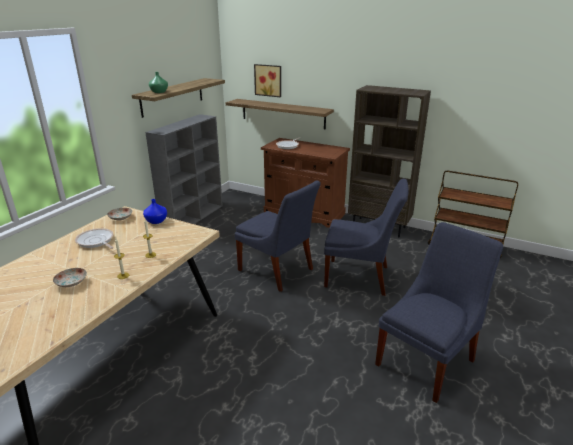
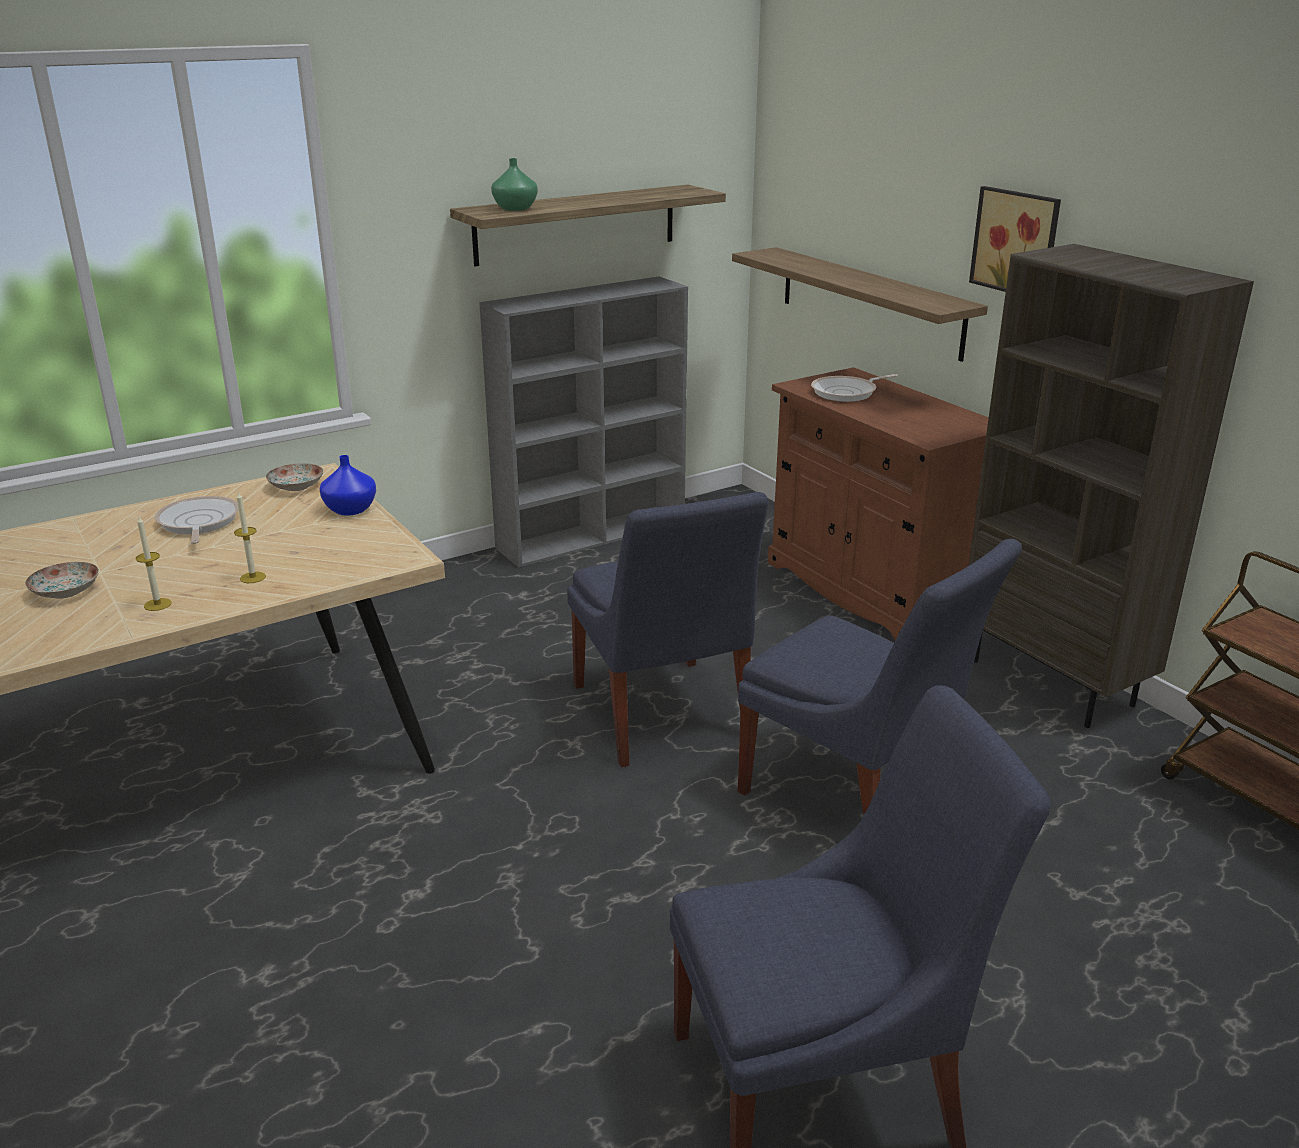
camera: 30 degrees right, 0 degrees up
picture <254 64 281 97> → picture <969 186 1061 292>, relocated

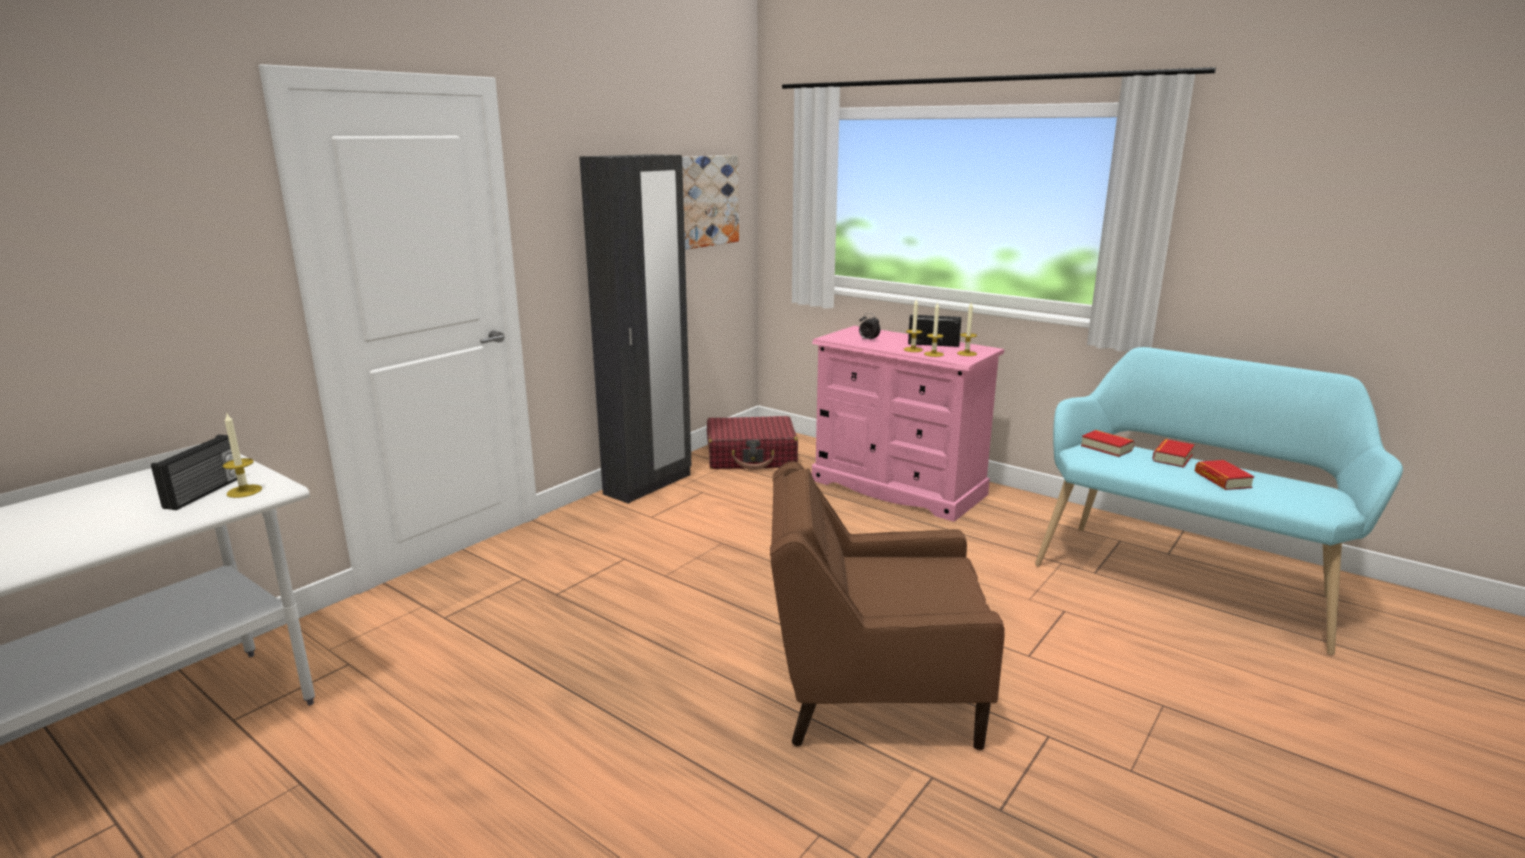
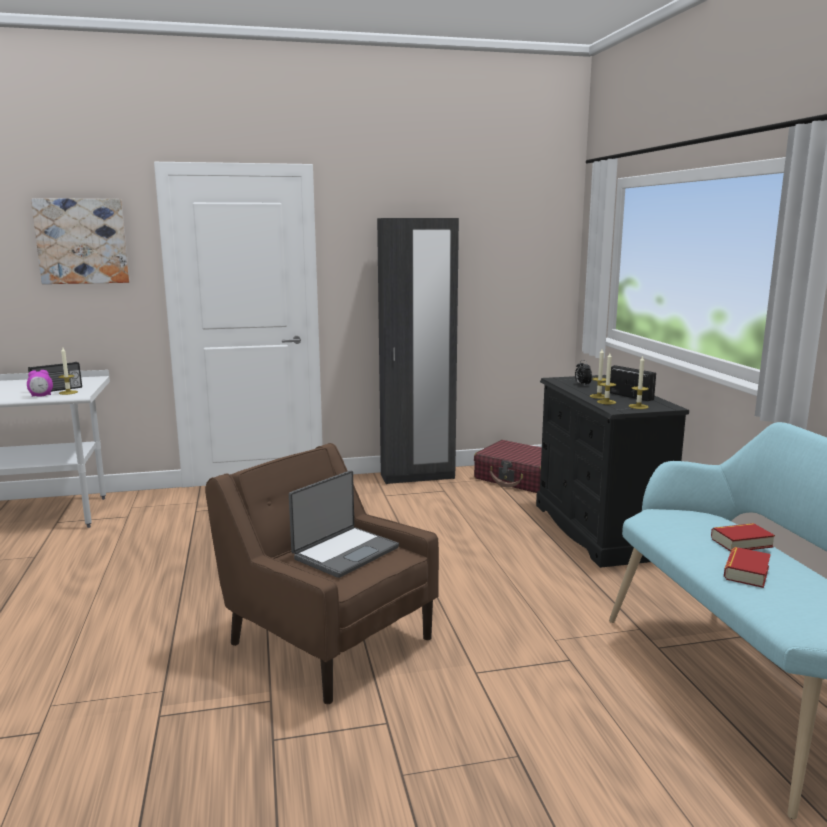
camera: 40 degrees right, 5 degrees down
book <1081 430 1134 457> → -
- → alarm clock <27 370 53 397>
- → laptop <289 471 399 578>
picture <682 155 739 250> → picture <31 198 130 284>, relocated
dresser (pink) <812 326 1004 522> → dresser (black) <536 375 689 568>

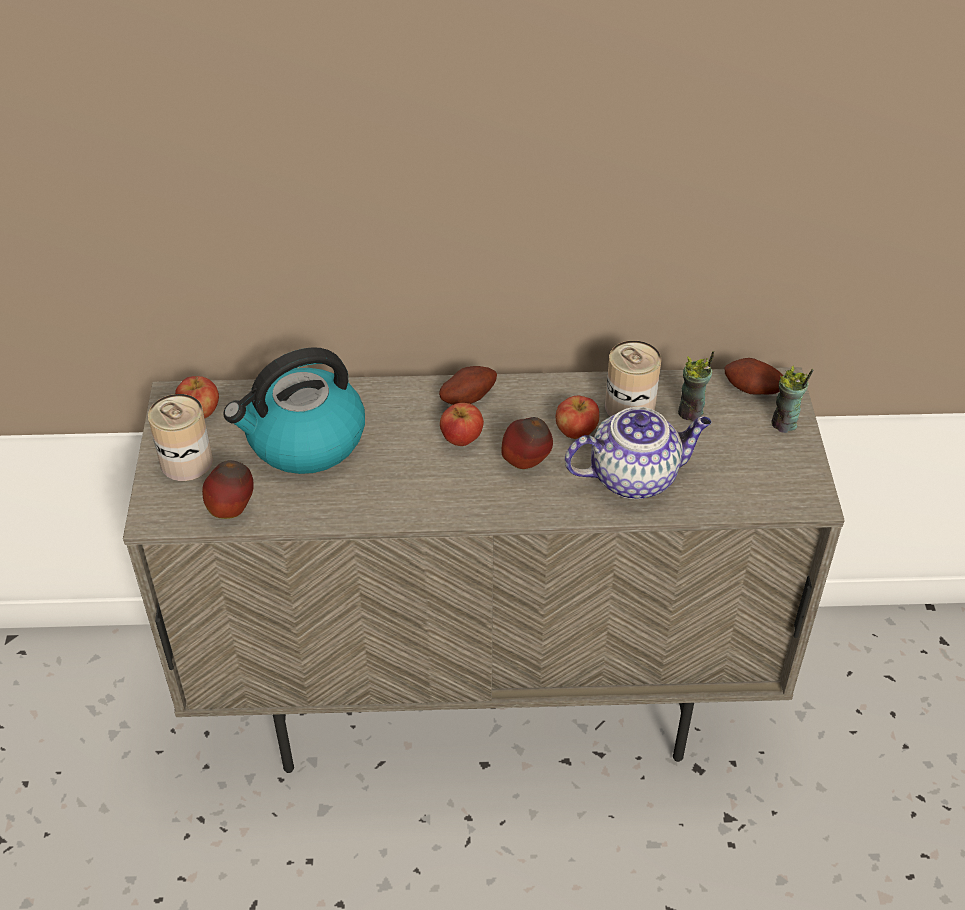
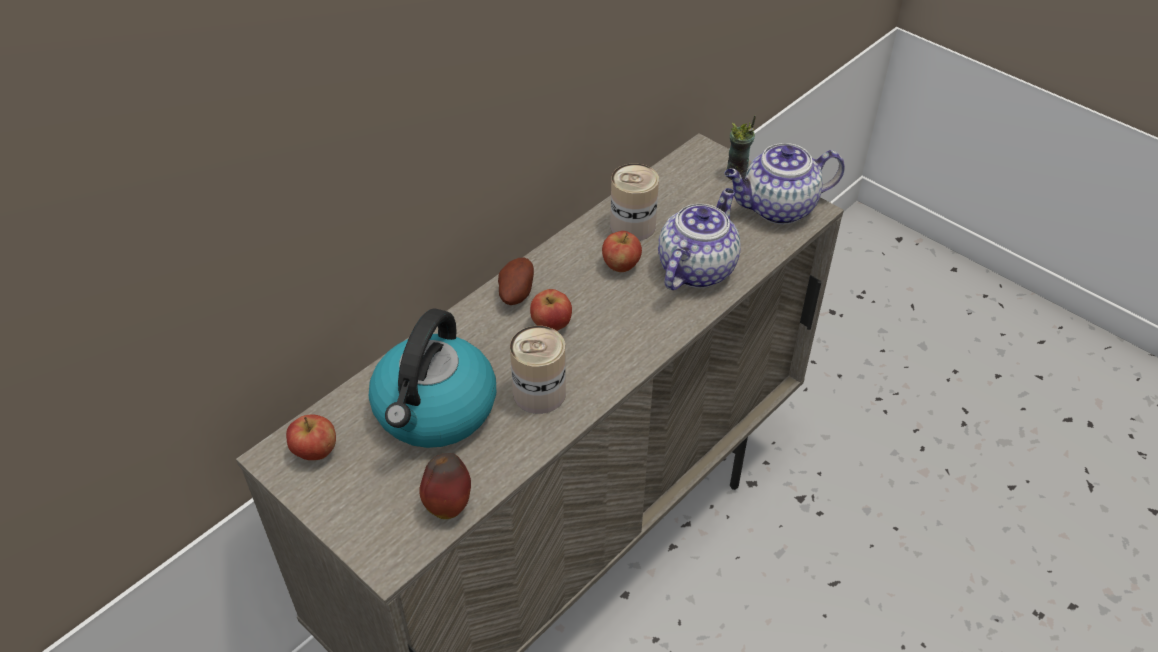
camera: 45 degrees left, 0 degrees up
apple <501 417 553 469> → -
cup <678 351 714 421> → -
potato <725 358 784 395> → -
- → teapot <724 143 845 224>
can <148 394 213 481> → can <510 326 566 414>, relocated

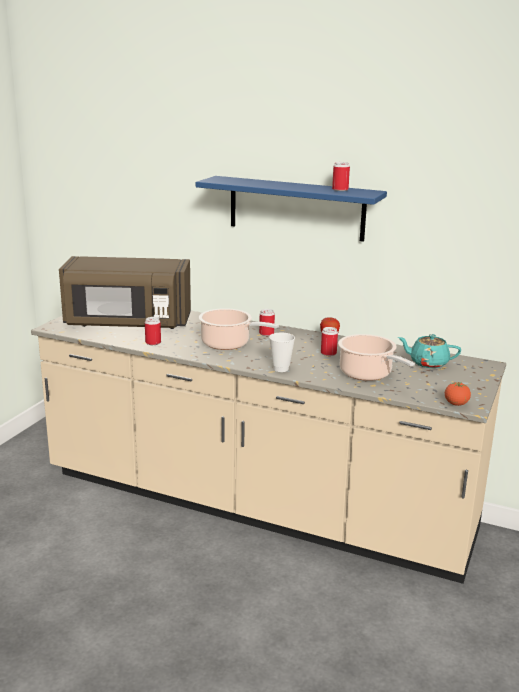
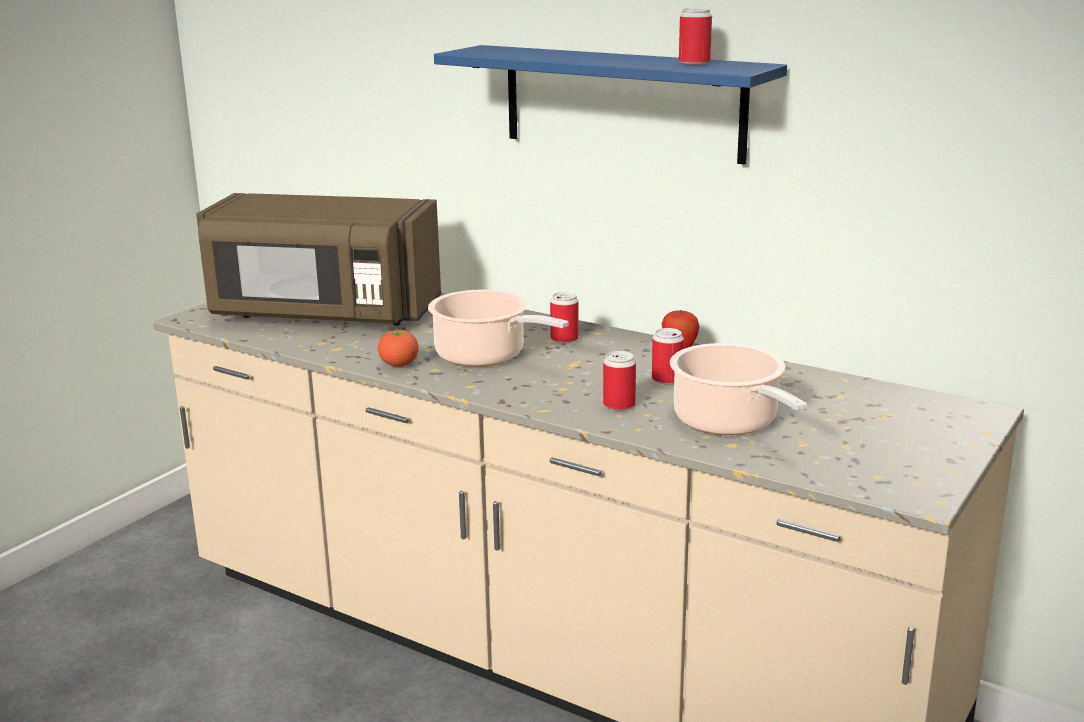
camera: 10 degrees right, 0 degrees up
cup <269 333 295 372> → -
teapot (turquoise) <398 334 461 368> → -
can <145 317 161 345> → can <603 351 636 410>, relocated
tomato <445 382 471 406> → tomato <378 329 419 367>, relocated

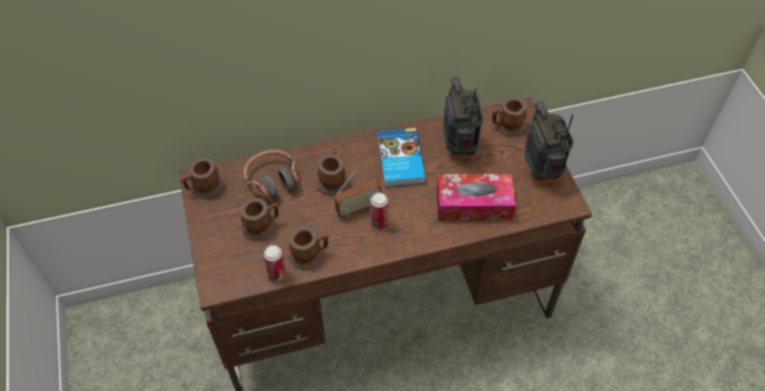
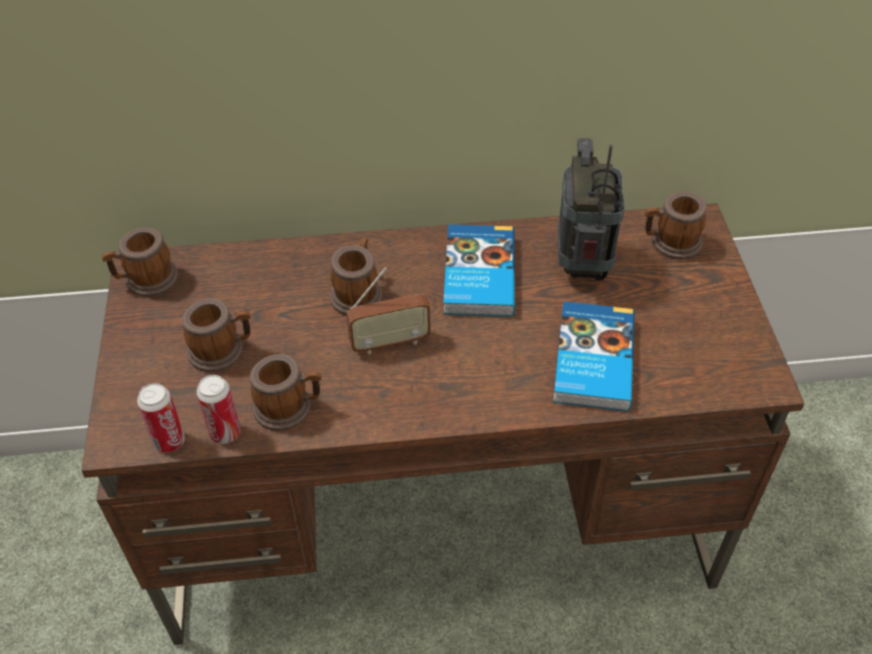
camera: 10 degrees right, 5 degrees down
headphones <244 150 299 201> → -
radio <524 101 574 180> → -
can <371 192 388 229> → can <137 383 185 452>, relocated
tissue box <436 174 516 221> → book <553 301 635 411>

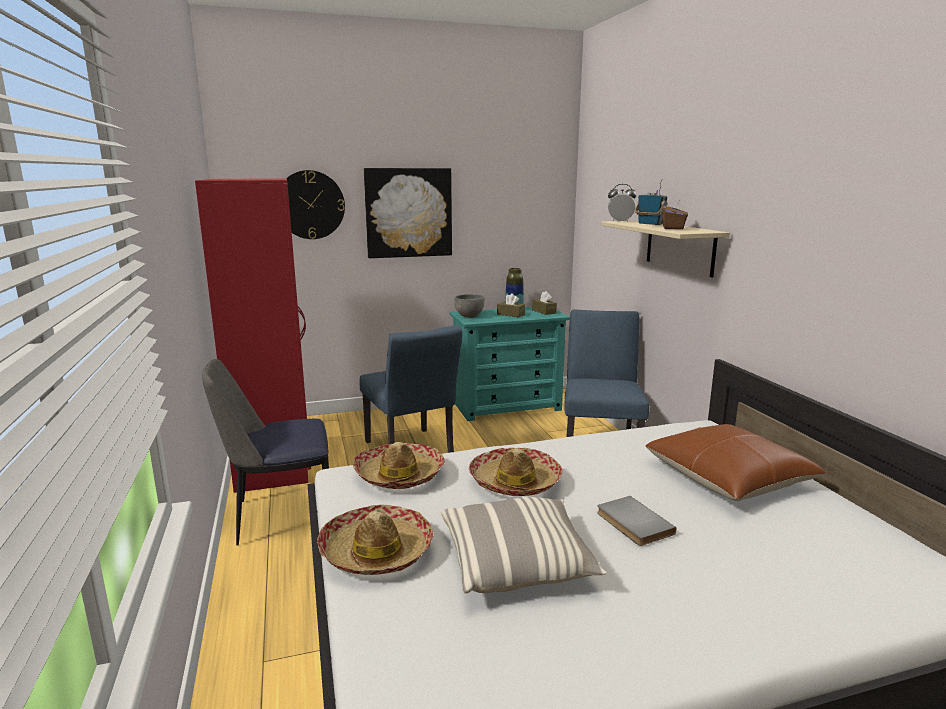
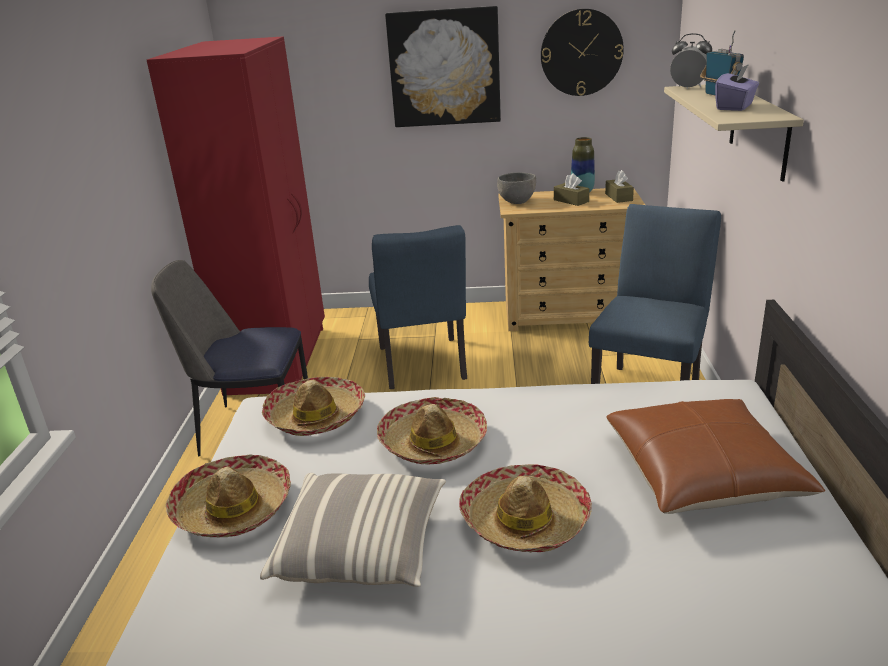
camera: 20 degrees right, 10 degrees up
wall clock <286 170 345 239> → wall clock <541 9 624 96>, relocated
book (grey) <597 496 676 546> → hat <459 464 592 552>
dresser (turquoise) <450 307 570 421> → dresser (beige) <498 188 645 331>
tissue box (brown) <662 200 688 229> → tissue box (purple) <715 64 759 111>

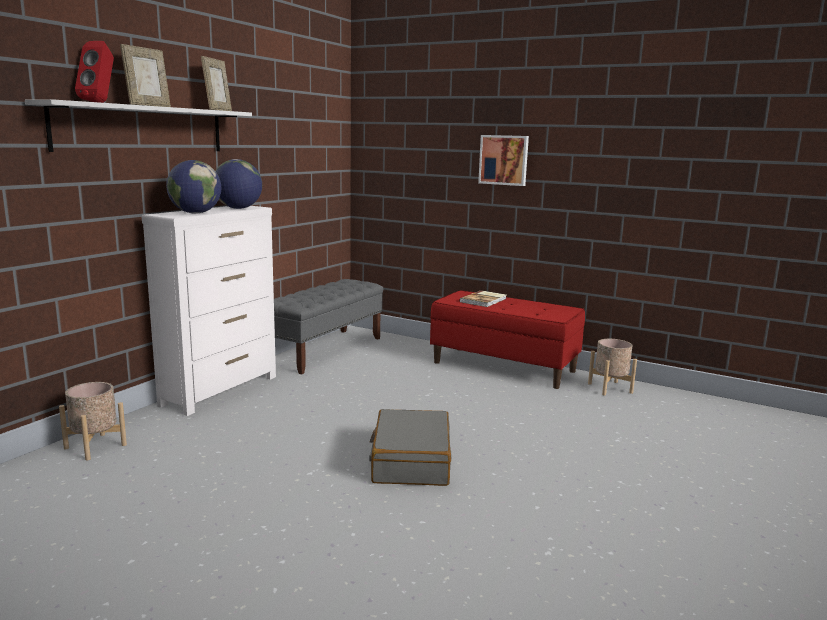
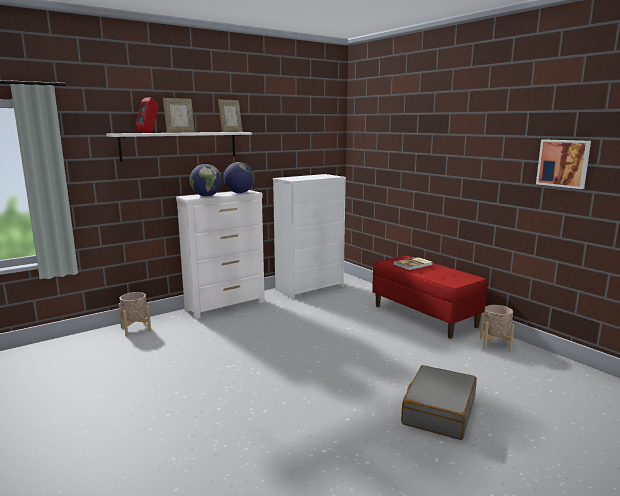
camera: 25 degrees right, 0 degrees up
suitcase (grey) <369 409 452 486> → suitcase (grey) <401 365 477 440>, relocated
picture <478 135 529 186> → picture <536 139 591 189>, relocated
bench (grey) <274 279 384 374> → dresser (white) <273 174 346 299>

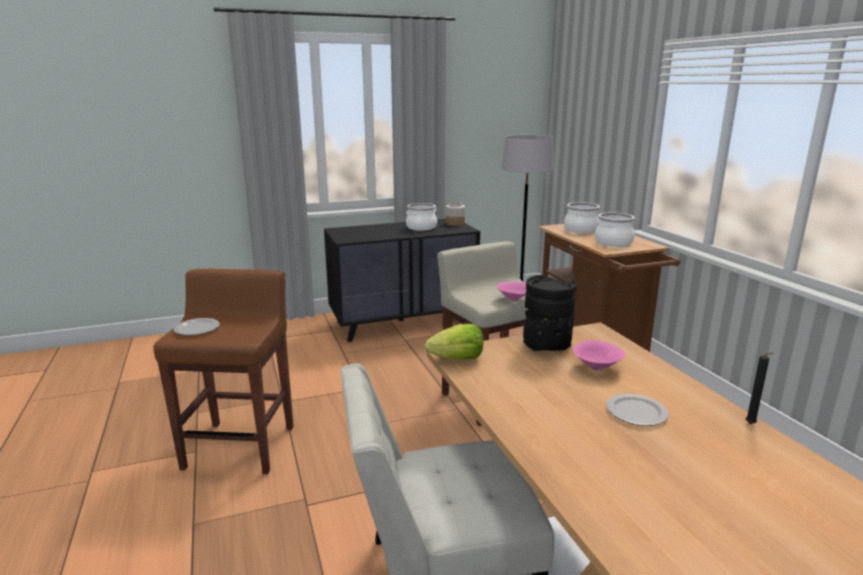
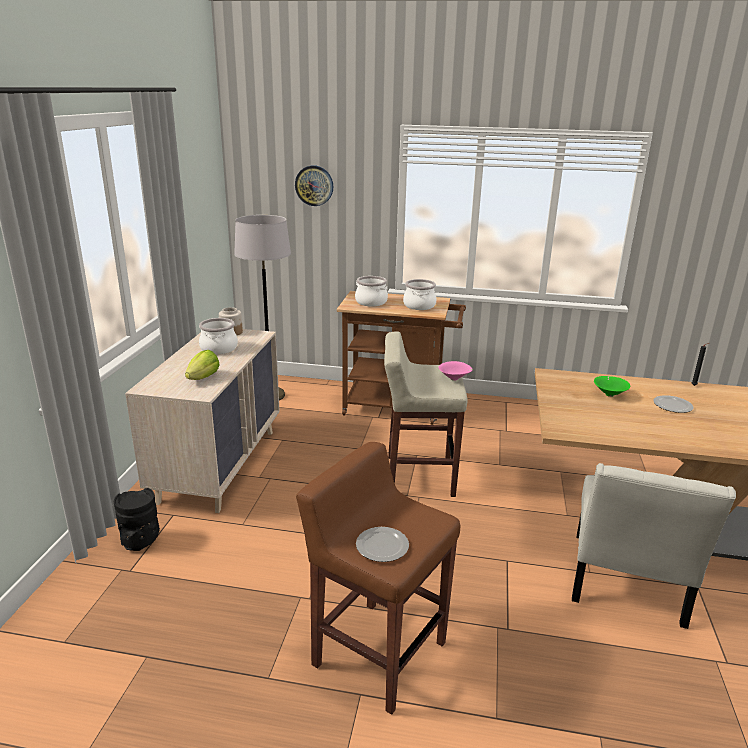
camera: 60 degrees left, 5 degrees up
- → wall clock <295 165 333 206>
lettuce <425 324 483 360> → lettuce <185 350 220 380>, relocated
vase (black) <523 275 577 351> → vase (black) <114 488 160 551>, relocated
dresser (black) <324 219 480 342> → dresser (beige) <125 329 280 513>
bowl (pink) <573 341 625 371> → bowl (green) <594 376 630 397>

